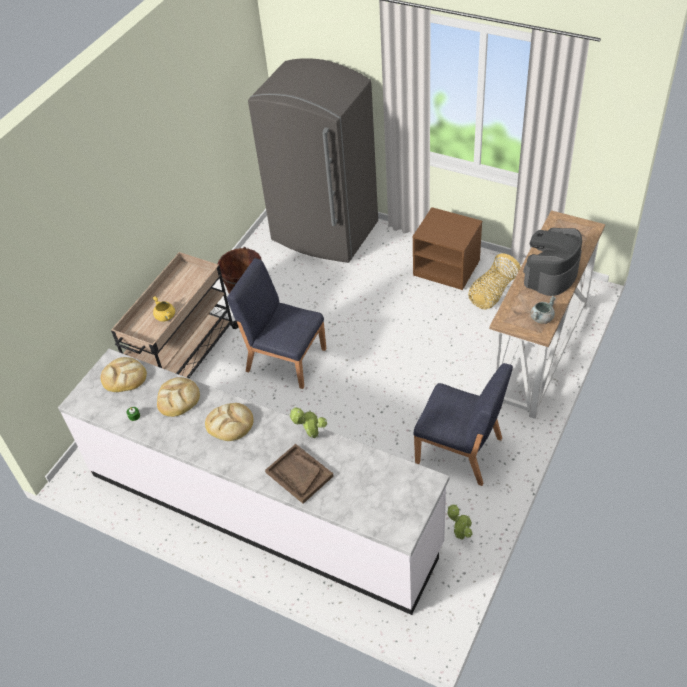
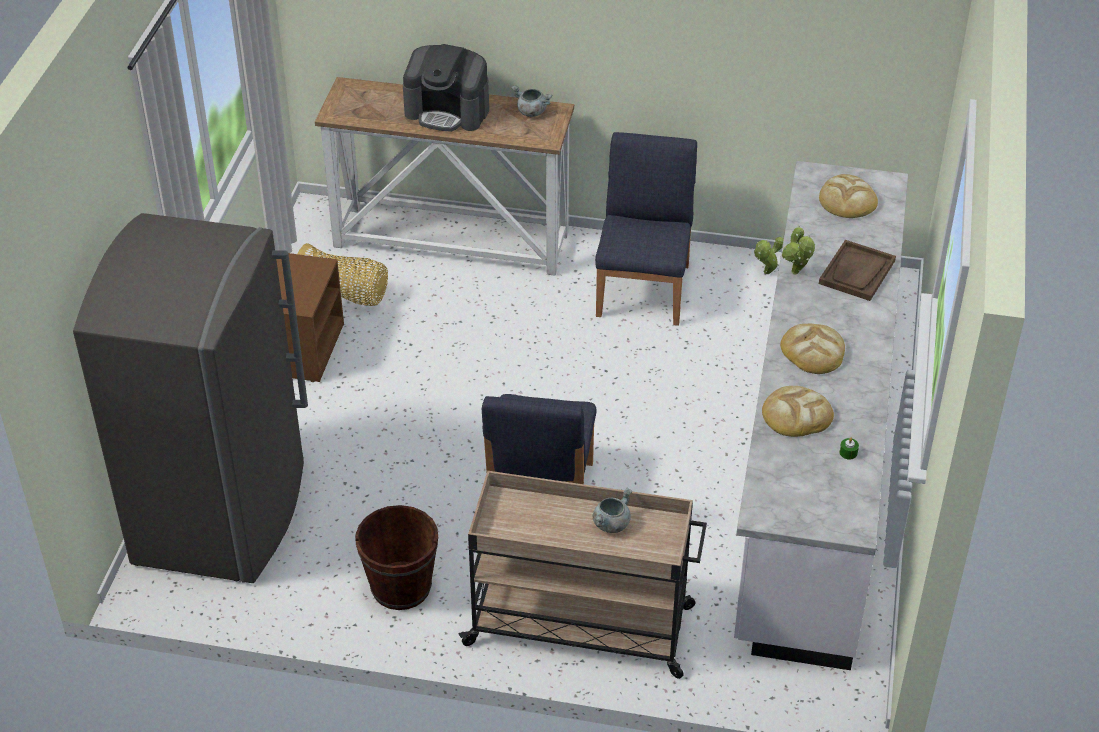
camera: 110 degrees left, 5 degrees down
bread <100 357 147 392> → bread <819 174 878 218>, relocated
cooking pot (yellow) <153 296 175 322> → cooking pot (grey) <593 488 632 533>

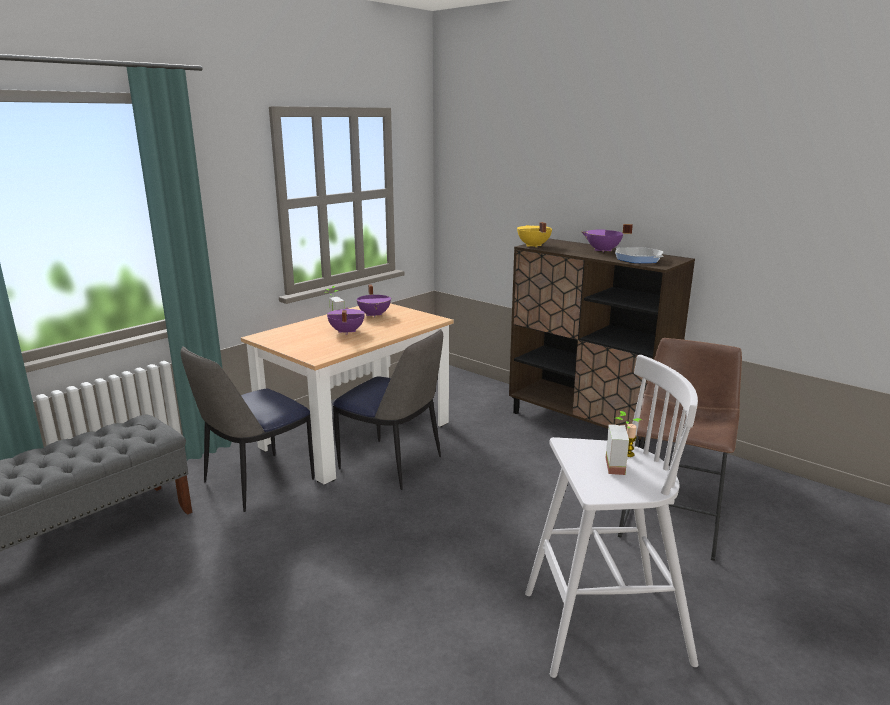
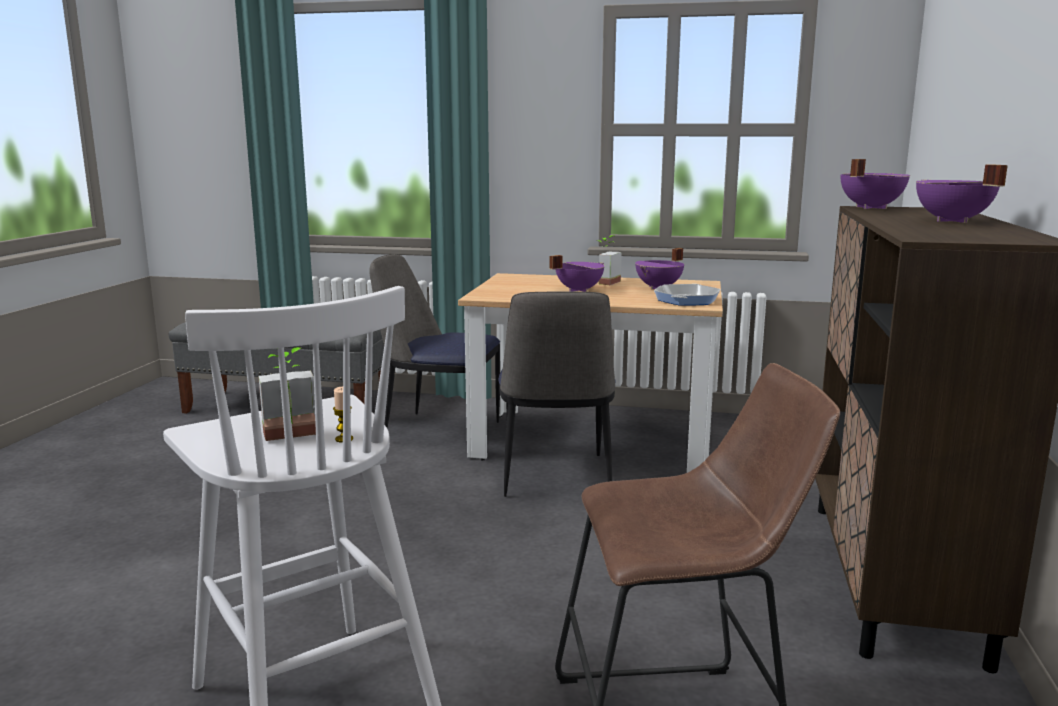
camera: 60 degrees right, 5 degrees down
frying pan <615 247 663 263> → frying pan <654 284 721 306>, relocated
cooking pot (yellow) <517 222 552 248> → cooking pot (purple) <840 159 910 209>

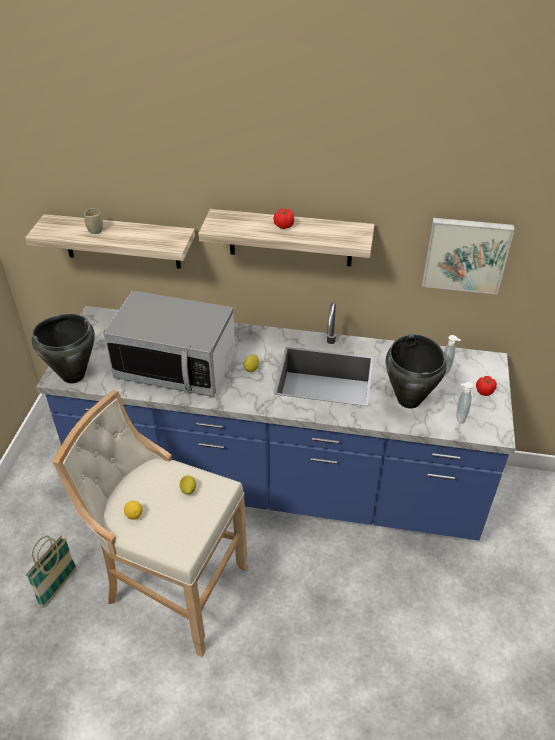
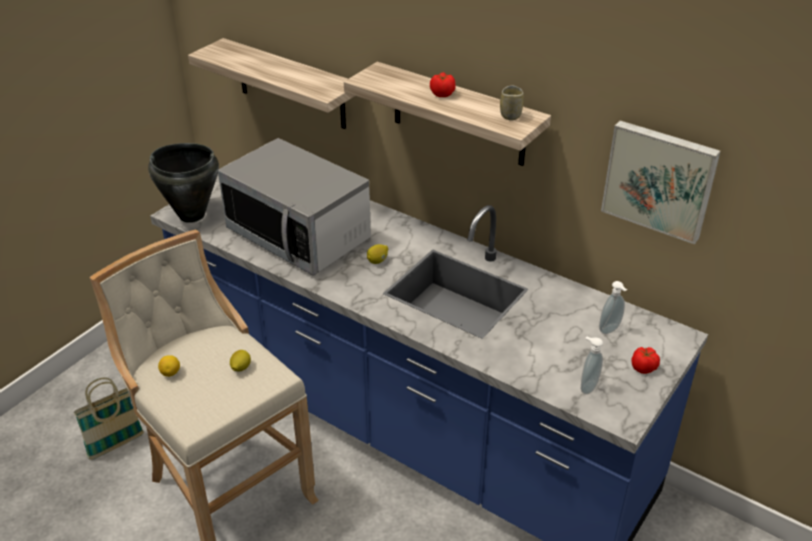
camera: 25 degrees right, 5 degrees down
cooking pot (black) <385 334 447 408> → -
cup <84 208 103 234> → cup <500 85 524 121>, relocated

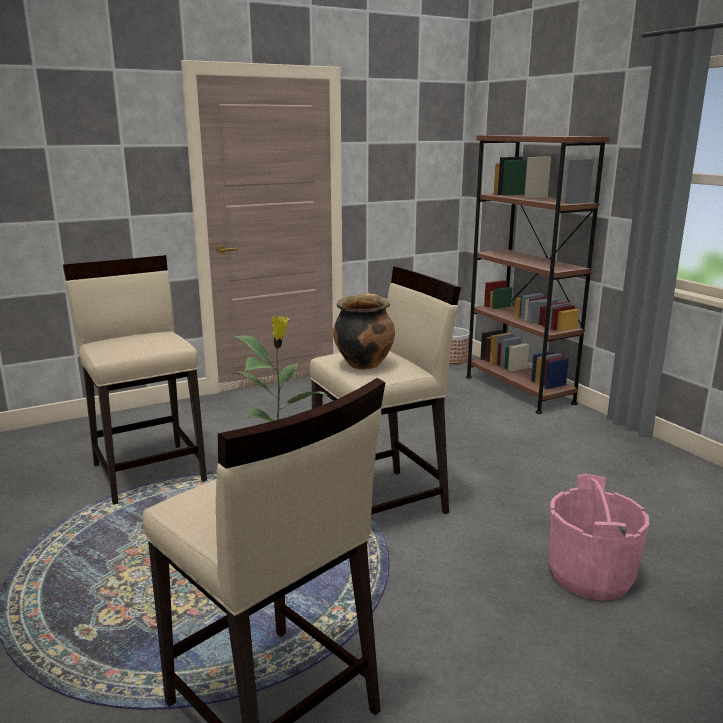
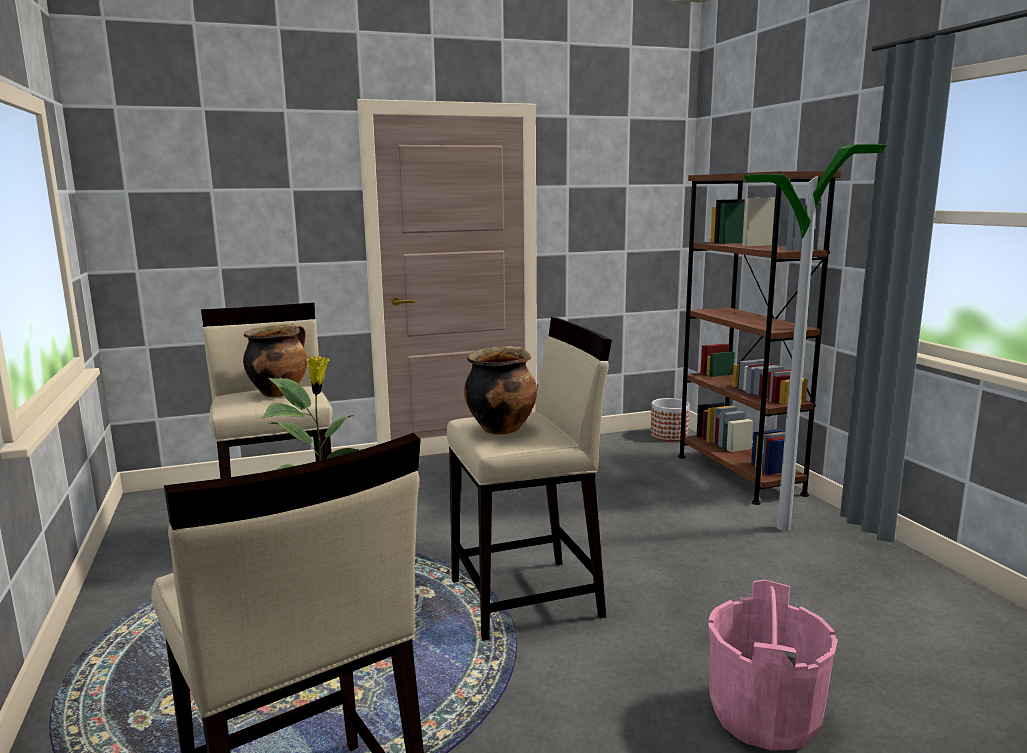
camera: 10 degrees right, 5 degrees down
- → cooking pot <243 324 308 397>
- → floor lamp <743 144 887 531>

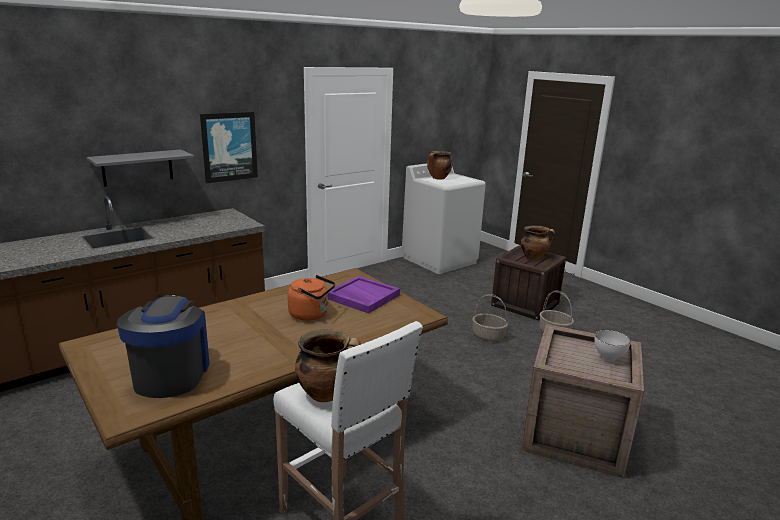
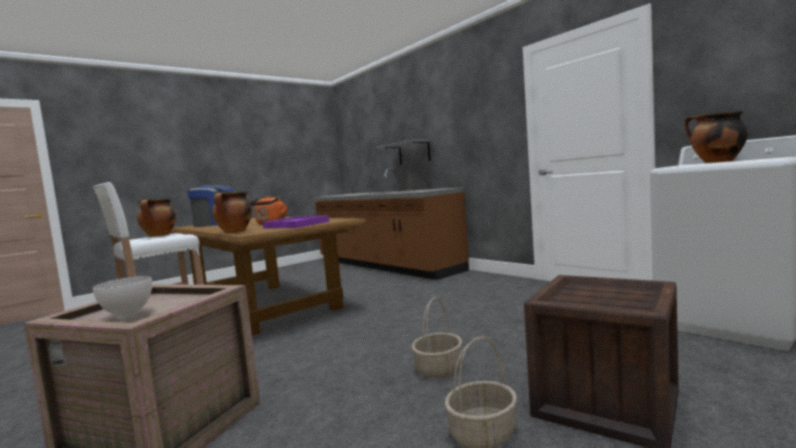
camera: 90 degrees right, 15 degrees down
picture <200 112 258 183> → -
cooking pot <521 226 555 260> → cooking pot <212 192 252 233>, relocated

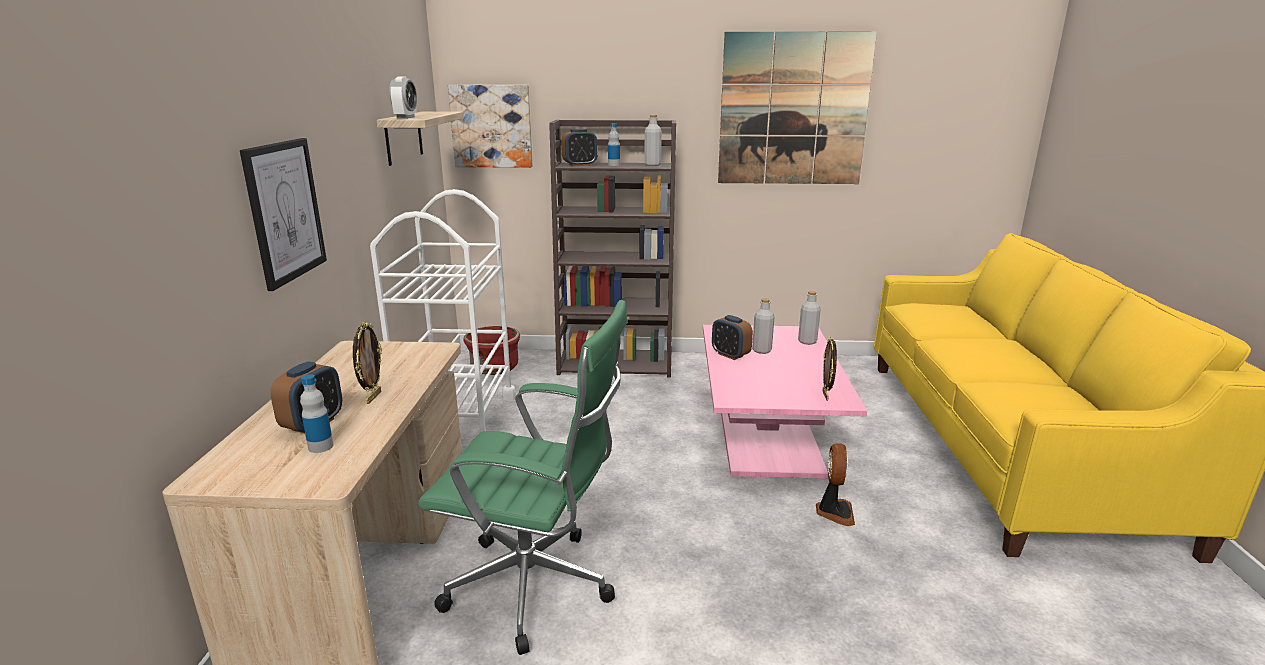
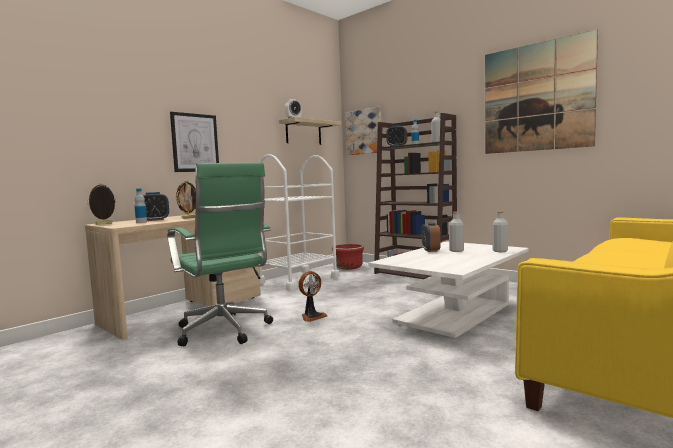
camera: 40 degrees right, 15 degrees down
fan <816 444 855 526> → fan <298 271 327 322>, relocated
picture frame <822 337 837 401> → picture frame <87 183 116 225>, relocated
coffee table (pink) <703 325 867 479> → coffee table (white) <369 241 528 338>

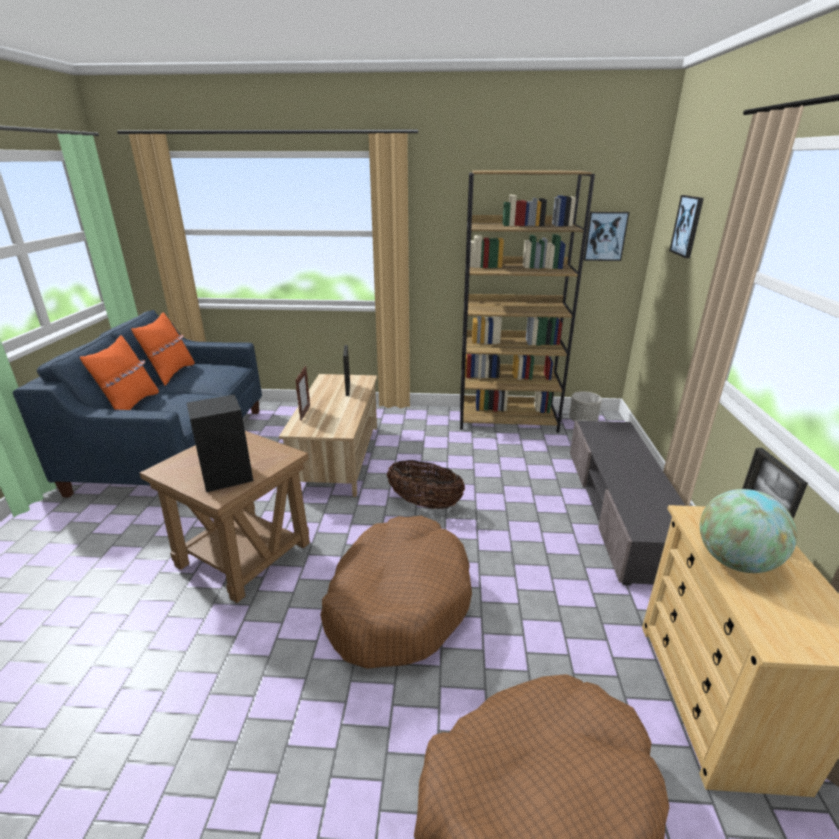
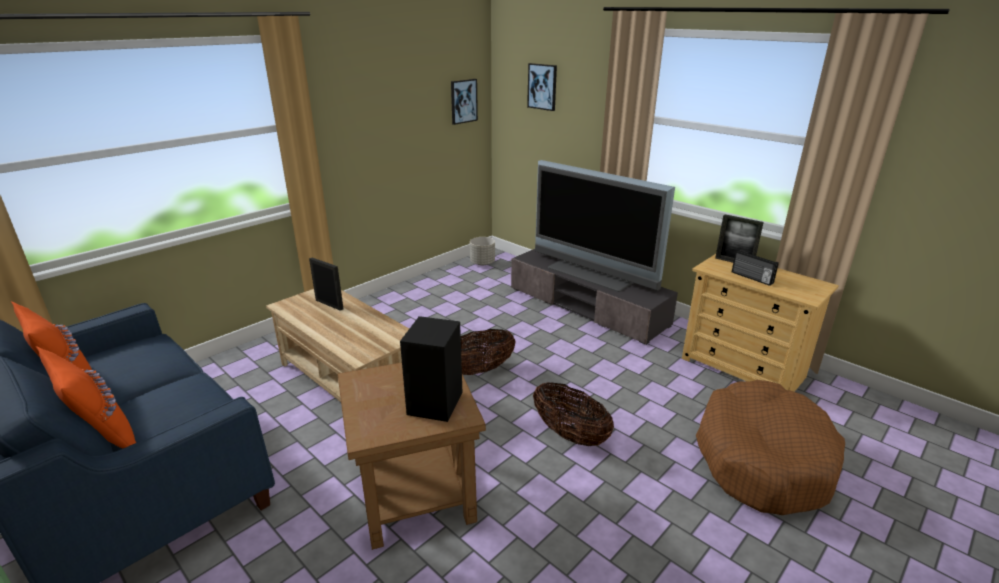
camera: 50 degrees left, 0 degrees up
picture frame <295 366 310 421> → -
bookcase (brown) <460 171 595 433> → -
- → television <535 160 675 292>
dog bed (brown) <320 516 472 669> → basket <533 382 614 446>
globe <700 489 797 573> → radio <732 250 779 286>

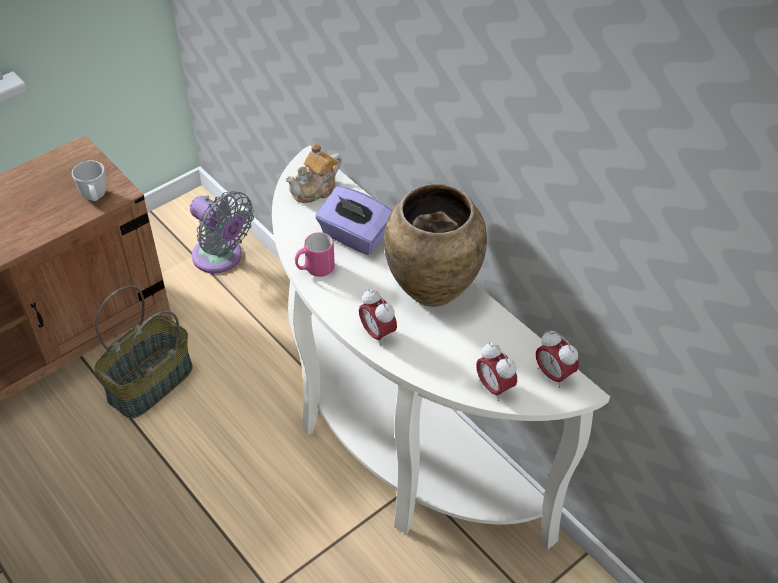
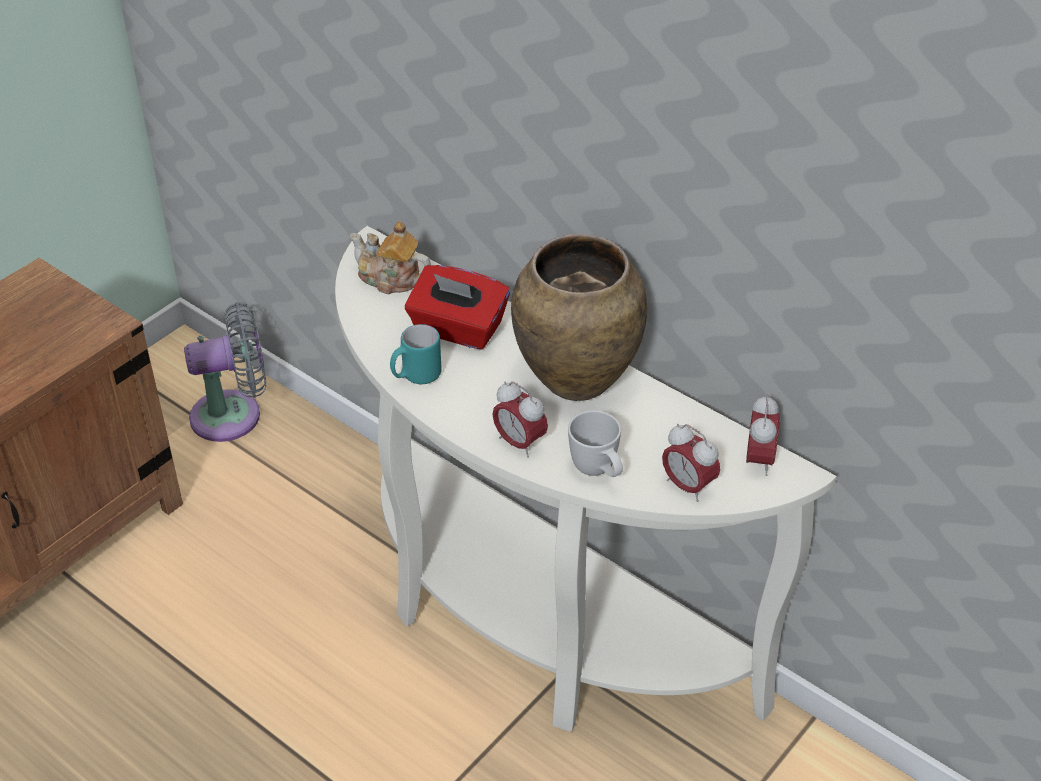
camera: 10 degrees left, 5 degrees down
basket <94 285 193 418> → -
mug (white) <72 160 106 201> → mug (white) <568 410 623 477>, relocated
mug (pink) <295 232 335 277> → mug (turquoise) <390 324 441 384>
tissue box (purple) <315 186 392 255> → tissue box (red) <405 265 510 349>
fan (grey) <190 191 254 273> → fan (grey) <184 302 266 442>, 45 degrees counterclockwise
teapot <285 144 342 203> → teapot <350 221 431 294>, 75 degrees clockwise
alarm clock <536 330 579 388> → alarm clock <746 394 780 476>, 120 degrees counterclockwise

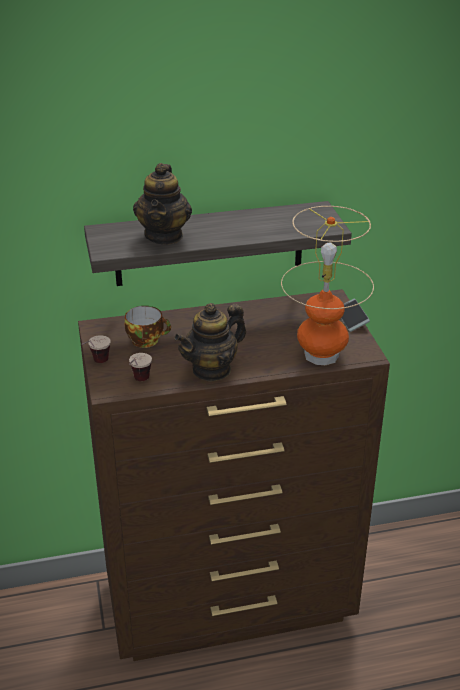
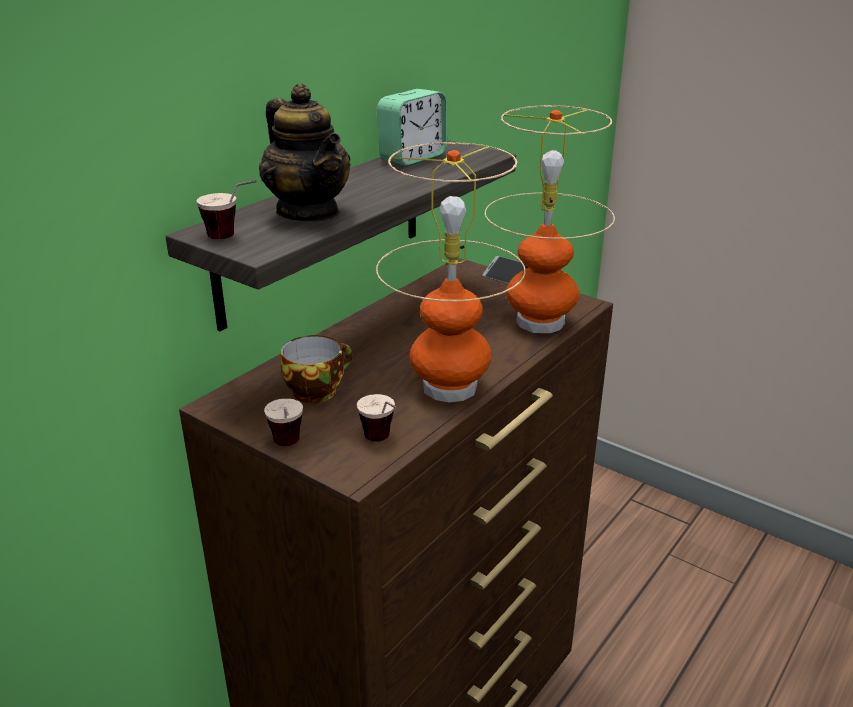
camera: 40 degrees left, 5 degrees down
- → cup <196 180 257 239>
- → alarm clock <377 89 447 166>
teapot <174 303 246 382> → table lamp <376 142 525 402>

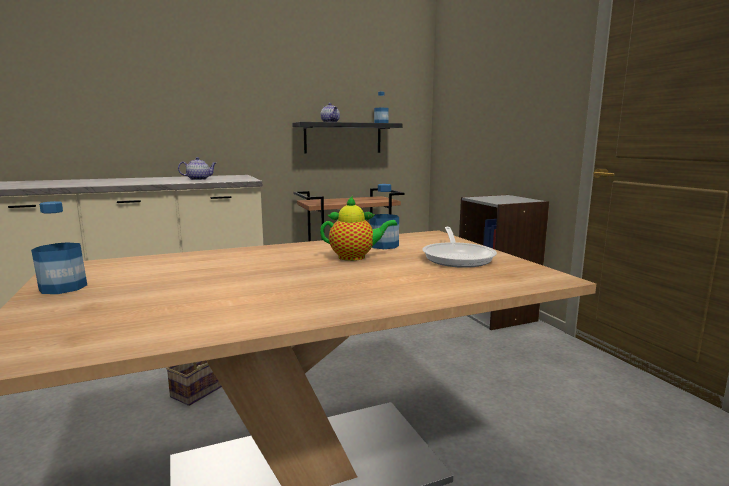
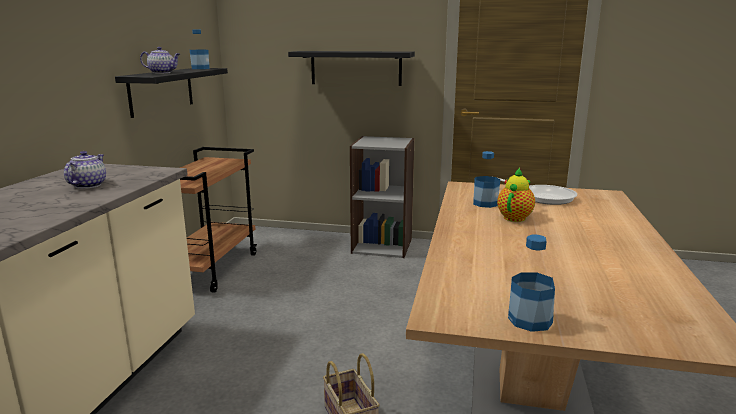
camera: 55 degrees left, 5 degrees up
- → shelf (black) <288 51 415 86>

